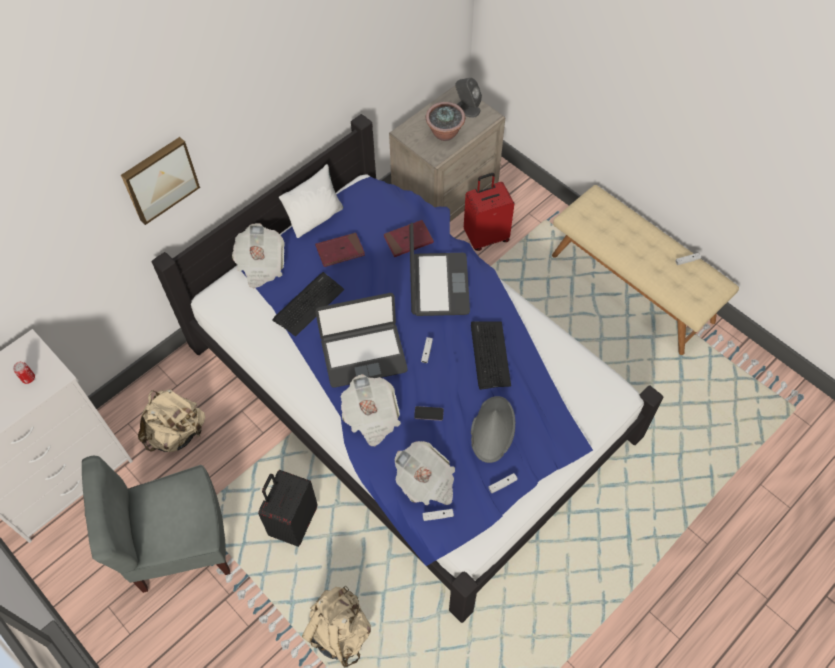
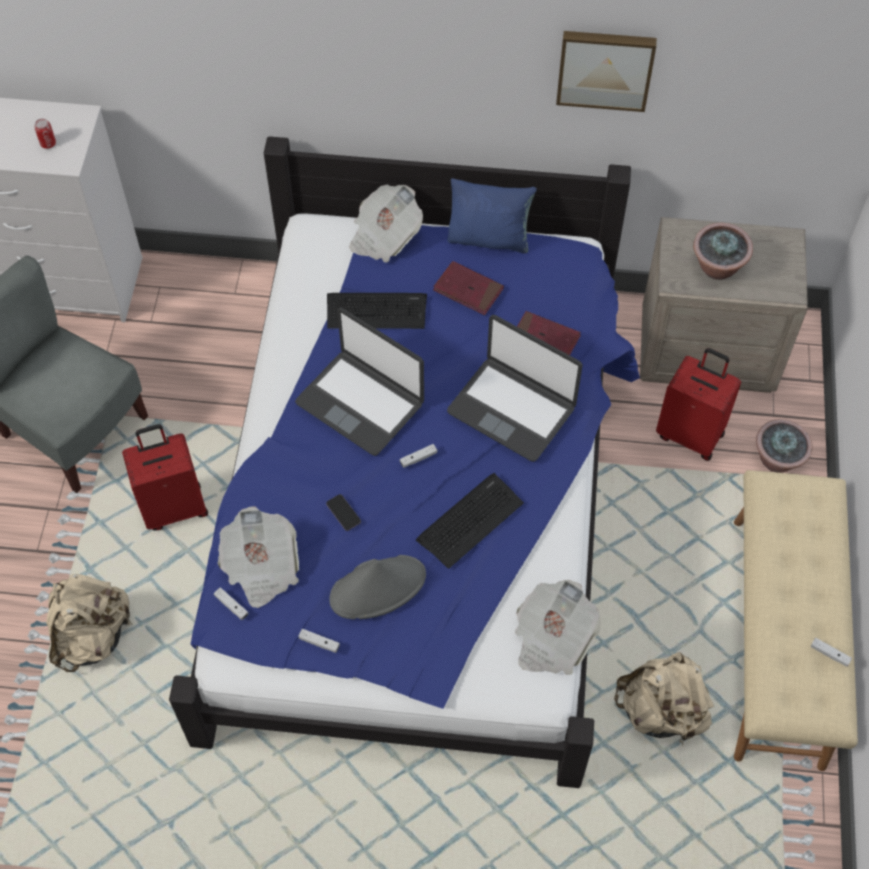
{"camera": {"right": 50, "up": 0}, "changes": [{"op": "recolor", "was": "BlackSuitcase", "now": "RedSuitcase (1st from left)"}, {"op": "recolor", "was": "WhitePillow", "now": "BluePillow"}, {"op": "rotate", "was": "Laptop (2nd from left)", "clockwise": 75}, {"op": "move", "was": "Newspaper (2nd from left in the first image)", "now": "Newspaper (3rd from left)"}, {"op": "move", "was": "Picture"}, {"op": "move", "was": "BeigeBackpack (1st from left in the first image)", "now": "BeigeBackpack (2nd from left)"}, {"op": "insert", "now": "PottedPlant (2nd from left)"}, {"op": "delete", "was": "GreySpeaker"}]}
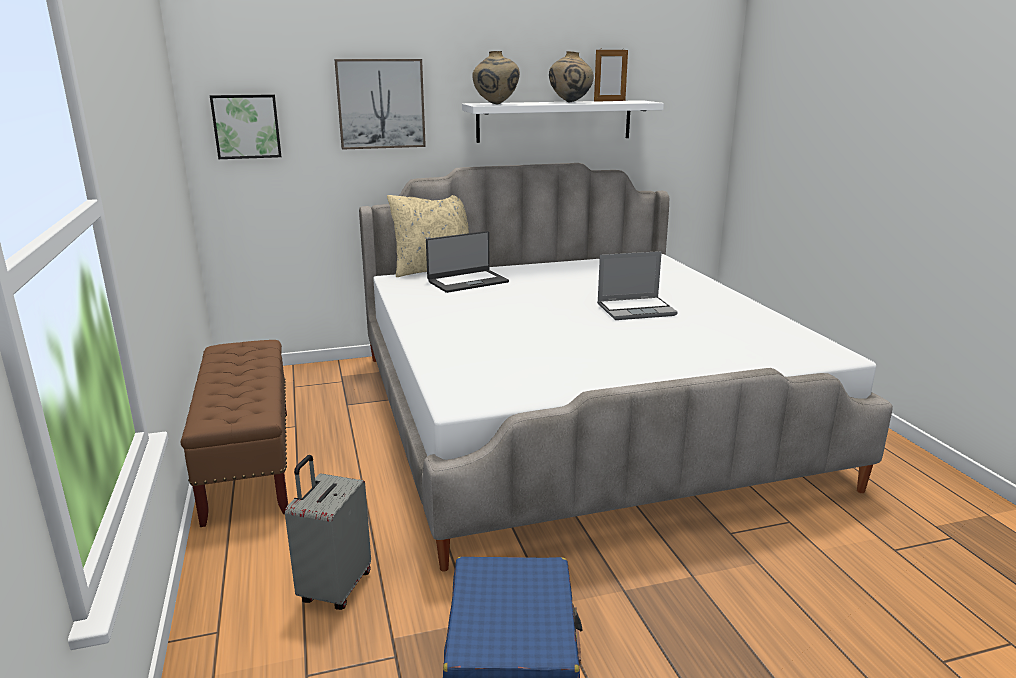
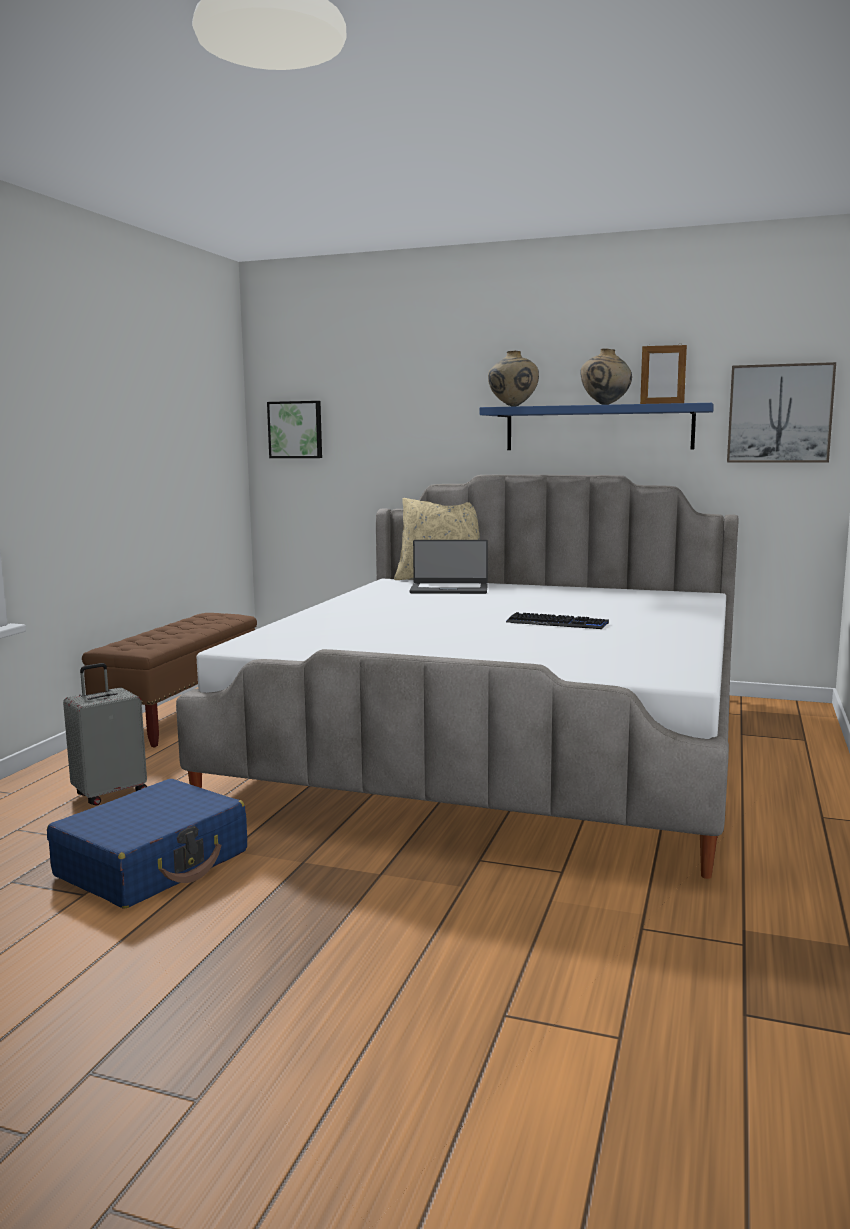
{"camera": {"right": 35, "up": -10}, "changes": [{"op": "recolor", "was": "WhiteShelf", "now": "BlueShelf"}, {"op": "replace", "was": "Laptop (2nd from left)", "now": "Keyboard"}, {"op": "move", "was": "Picture (2nd from left)"}]}
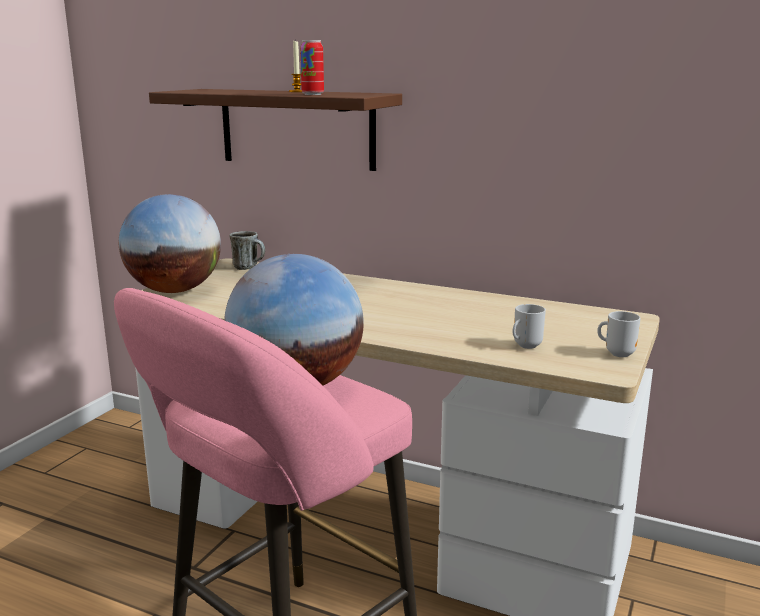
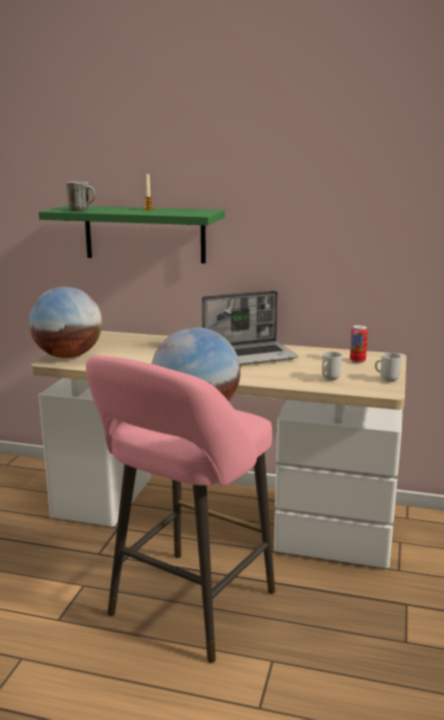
{"camera": {"right": -10, "up": 0}, "changes": [{"op": "recolor", "was": "BrownShelf", "now": "GreenShelf"}, {"op": "move", "was": "Mug (1st from left)"}, {"op": "insert", "now": "Laptop"}, {"op": "move", "was": "Can"}]}
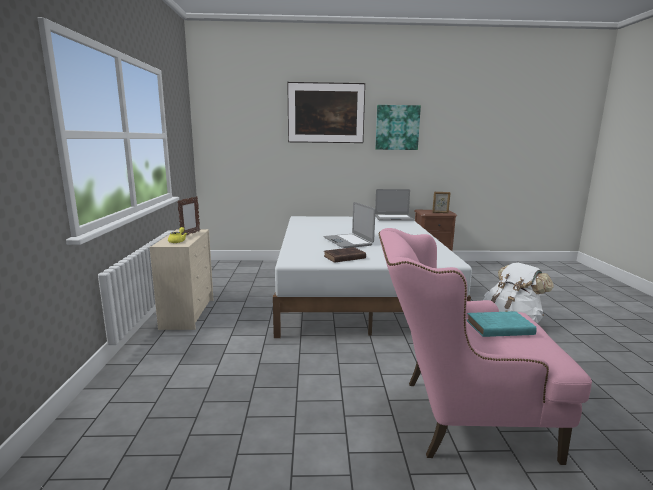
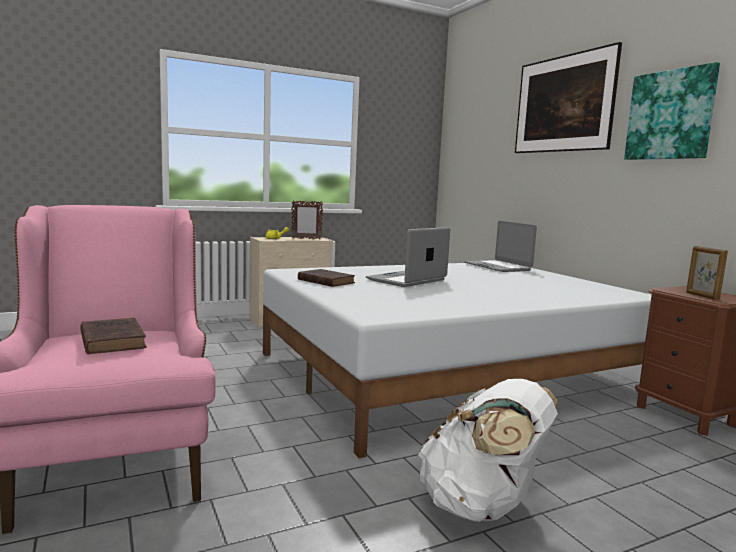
{"camera": {"right": 65, "up": -5}, "changes": [{"op": "recolor", "was": "TurquoiseBook", "now": "BrownBook (1st from left)"}, {"op": "move", "was": "Laptop (2nd from left)"}]}
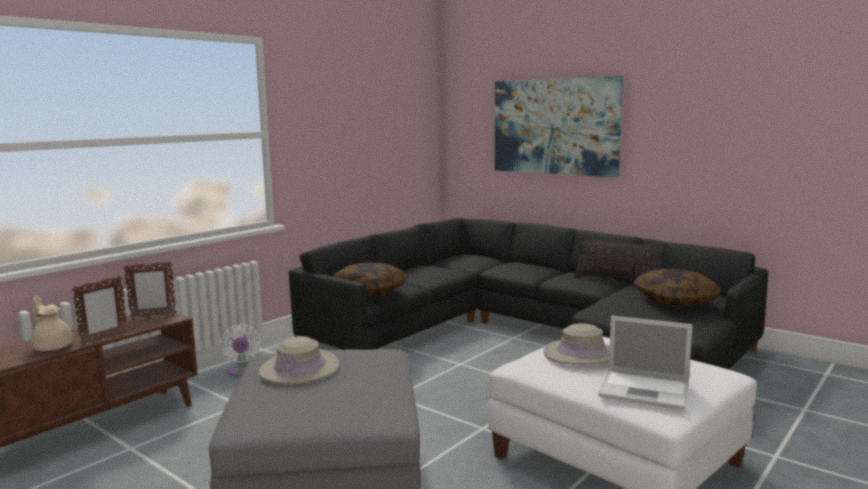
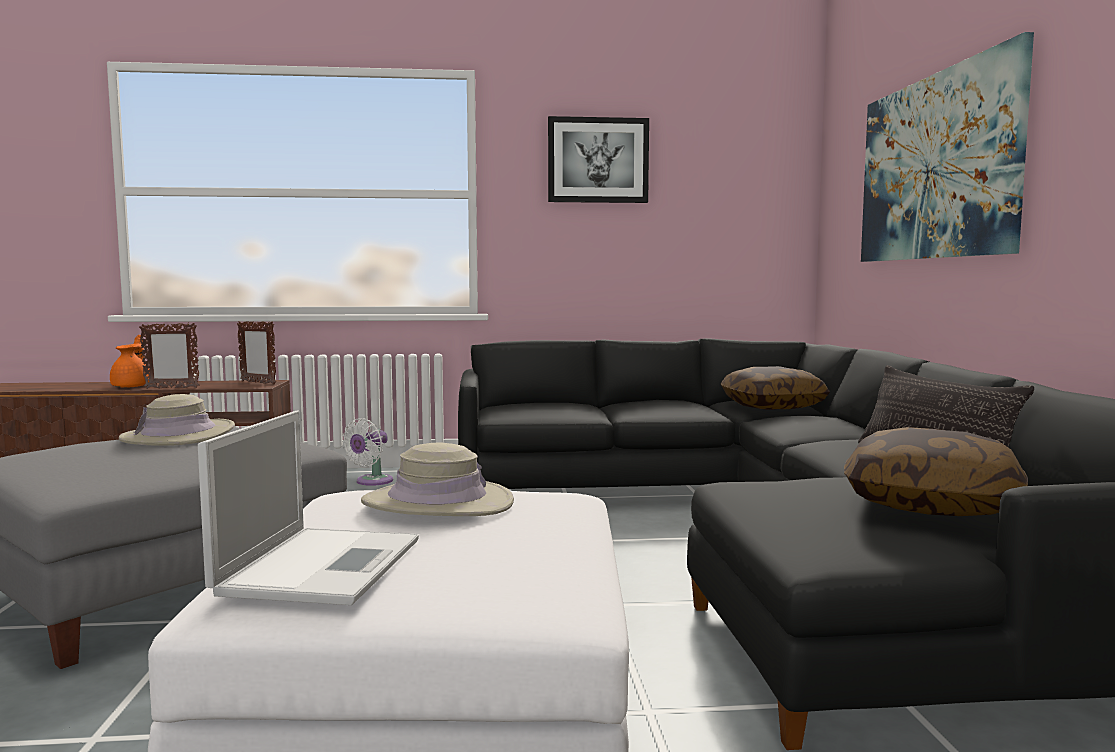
{"camera": {"right": 45, "up": -5}, "changes": [{"op": "recolor", "was": "BeigeTeapot", "now": "OrangeTeapot"}, {"op": "rotate", "was": "Laptop", "clockwise": -150}, {"op": "insert", "now": "Picture (1st from left)"}, {"op": "move", "was": "Pillow (1st from left)"}]}
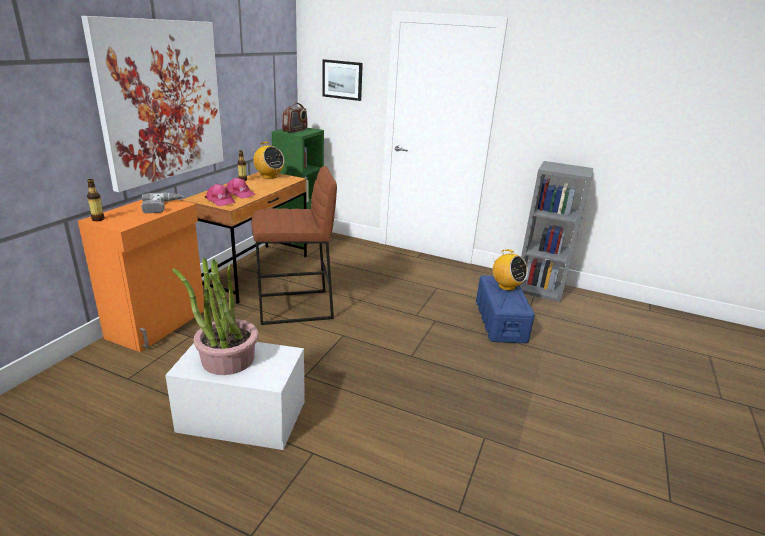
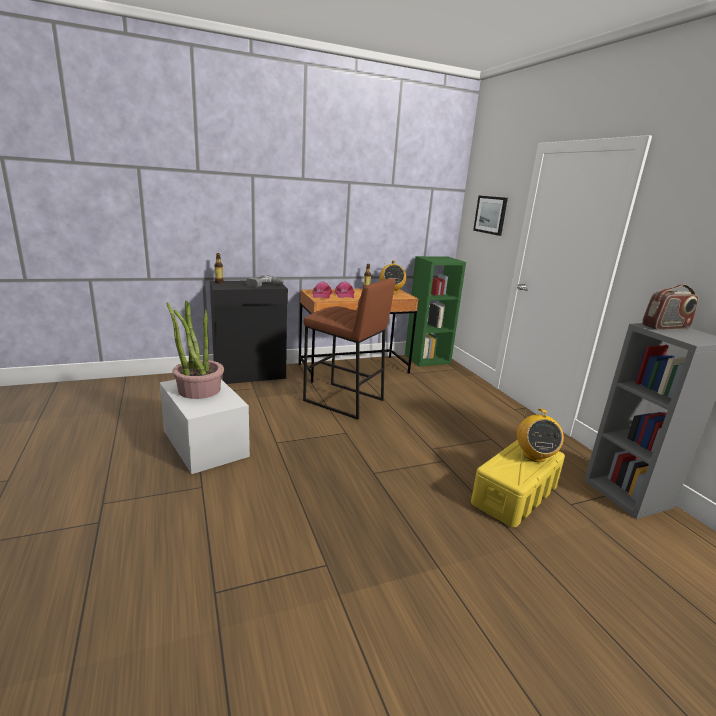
{"camera": {"right": 45, "up": -5}, "changes": [{"op": "recolor", "was": "OrangeCabinet", "now": "BlackCabinet"}, {"op": "recolor", "was": "BlueStorageBox", "now": "YellowStorageBox"}, {"op": "move", "was": "Radio (2nd from left in the first image)", "now": "Radio (3rd from left)"}, {"op": "delete", "was": "Picture (1st from left)"}]}
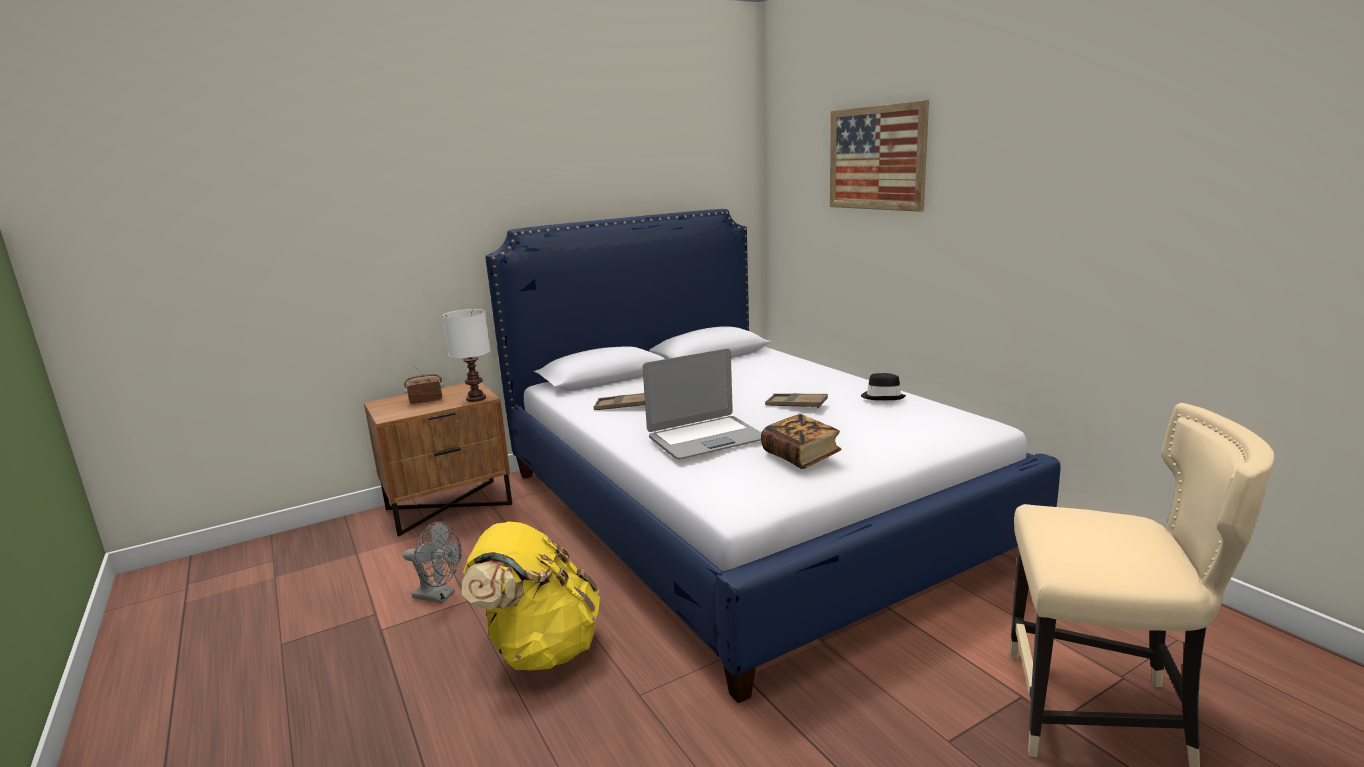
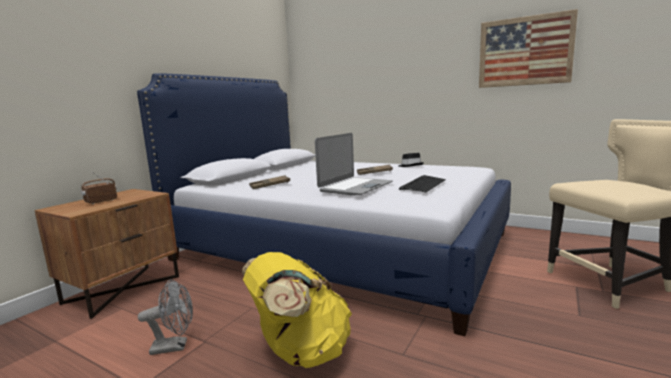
{"camera": {"right": -30, "up": -5}, "changes": [{"op": "replace", "was": "Book", "now": "Keyboard"}, {"op": "move", "was": "Picture"}, {"op": "delete", "was": "WhiteTableLamp"}]}
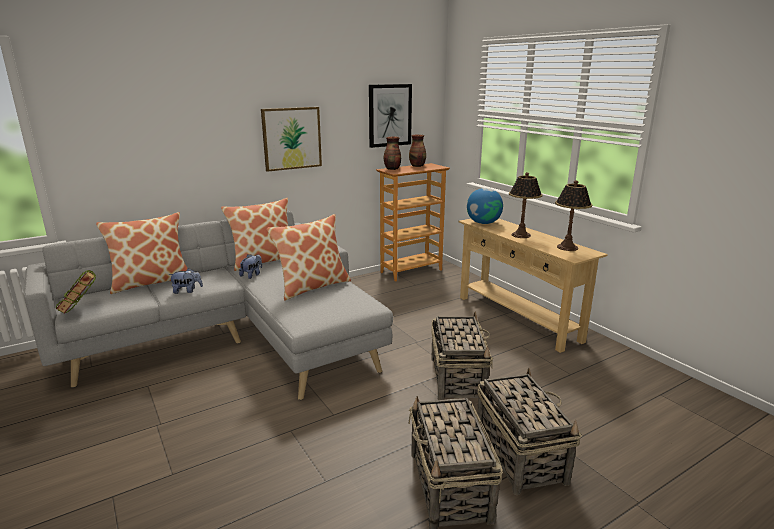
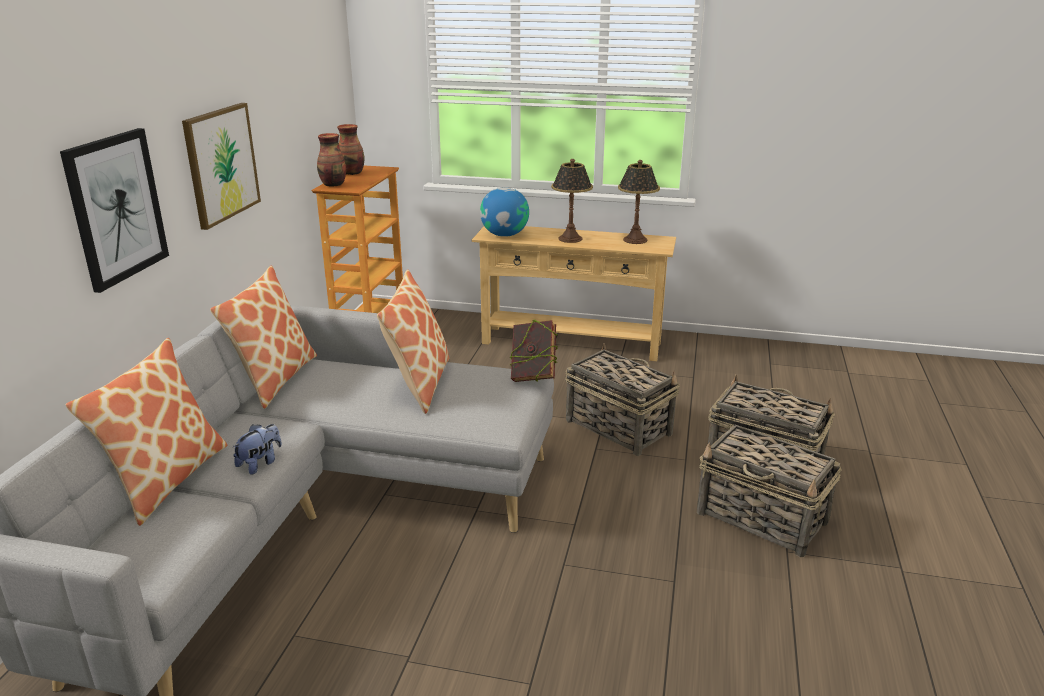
{"camera": {"right": -45, "up": 5}, "changes": [{"op": "move", "was": "Picture (2nd from left in the first image)", "now": "Picture (1st from left)"}, {"op": "move", "was": "Book"}, {"op": "delete", "was": "PlushToy (2nd from left)"}]}
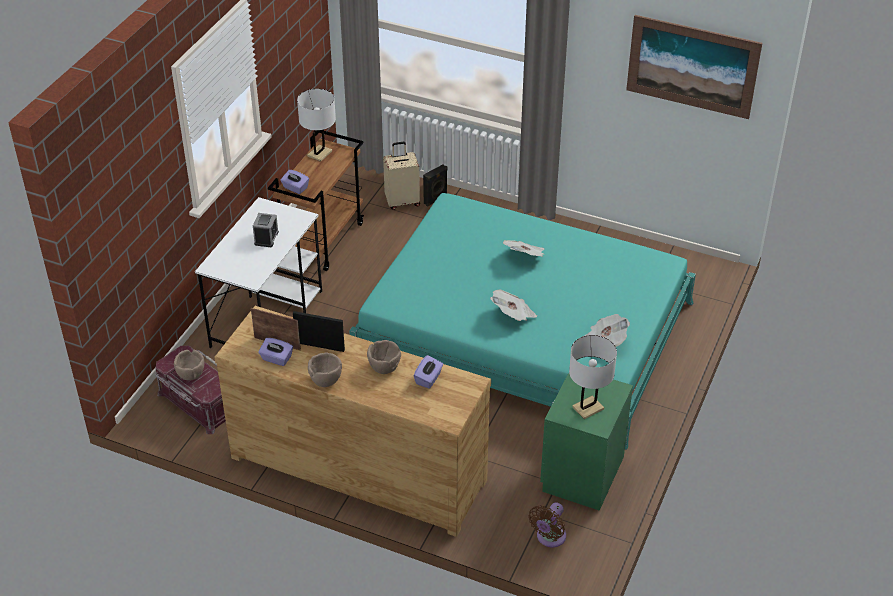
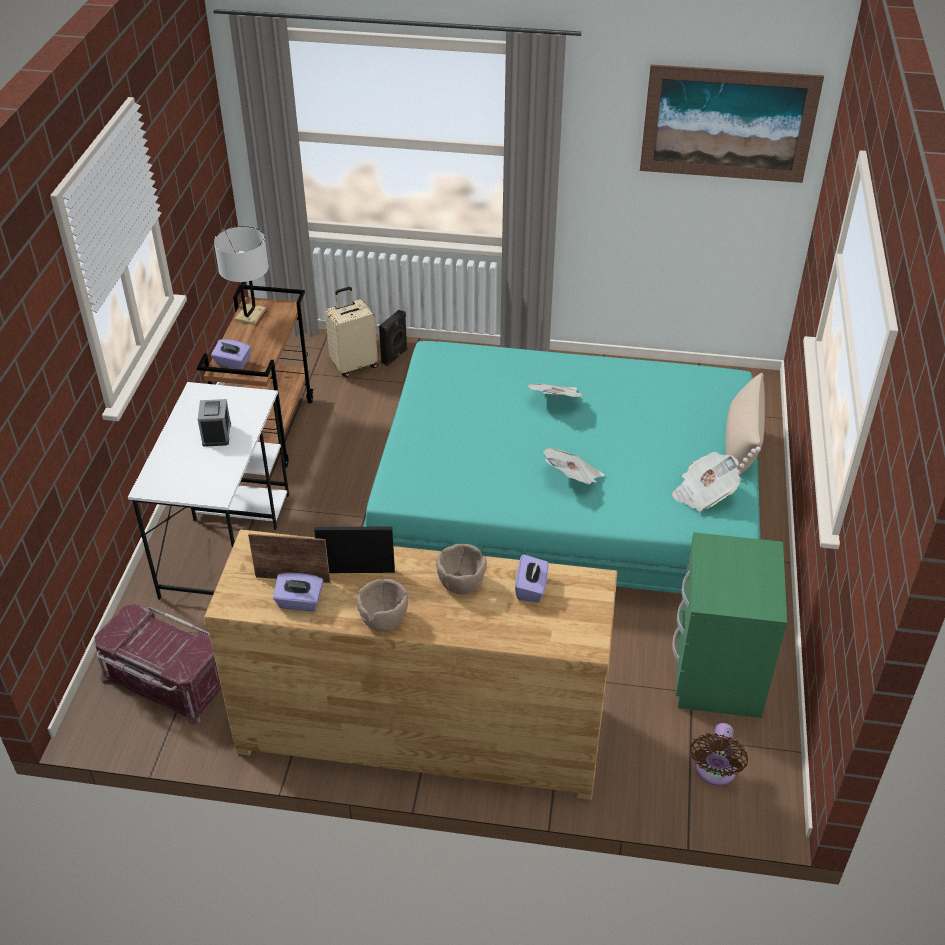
{"camera": {"right": -15, "up": 0}, "changes": [{"op": "insert", "now": "BeigePillow"}, {"op": "delete", "was": "BrownBowl (1st from left)"}, {"op": "delete", "was": "WhiteTableLamp (2nd from left)"}]}
